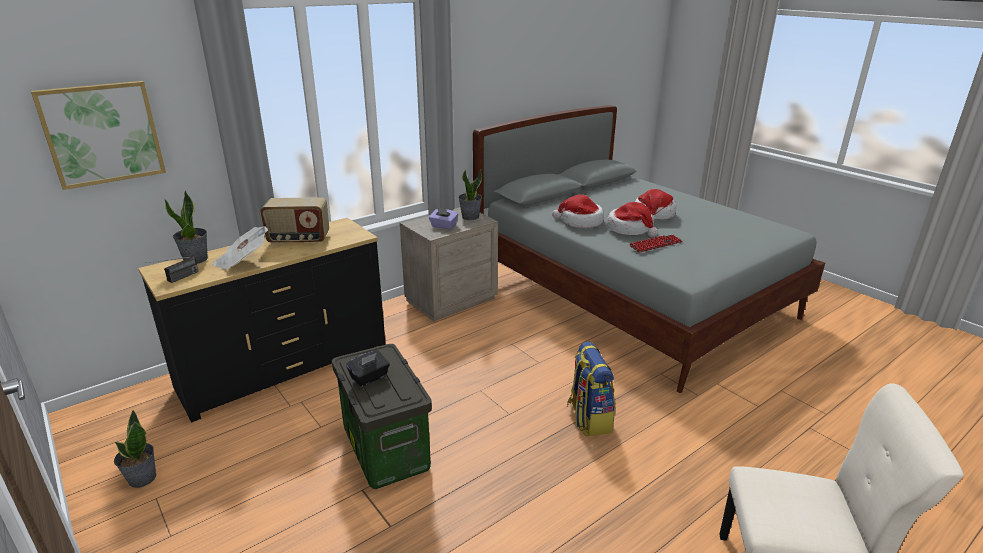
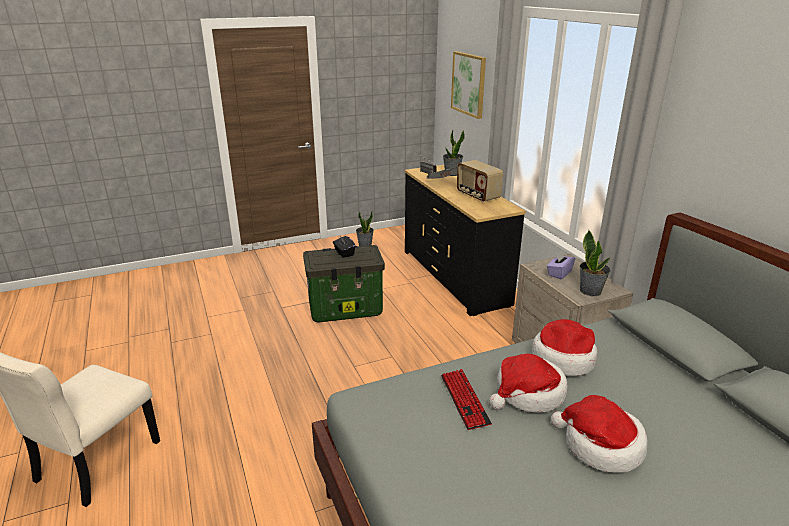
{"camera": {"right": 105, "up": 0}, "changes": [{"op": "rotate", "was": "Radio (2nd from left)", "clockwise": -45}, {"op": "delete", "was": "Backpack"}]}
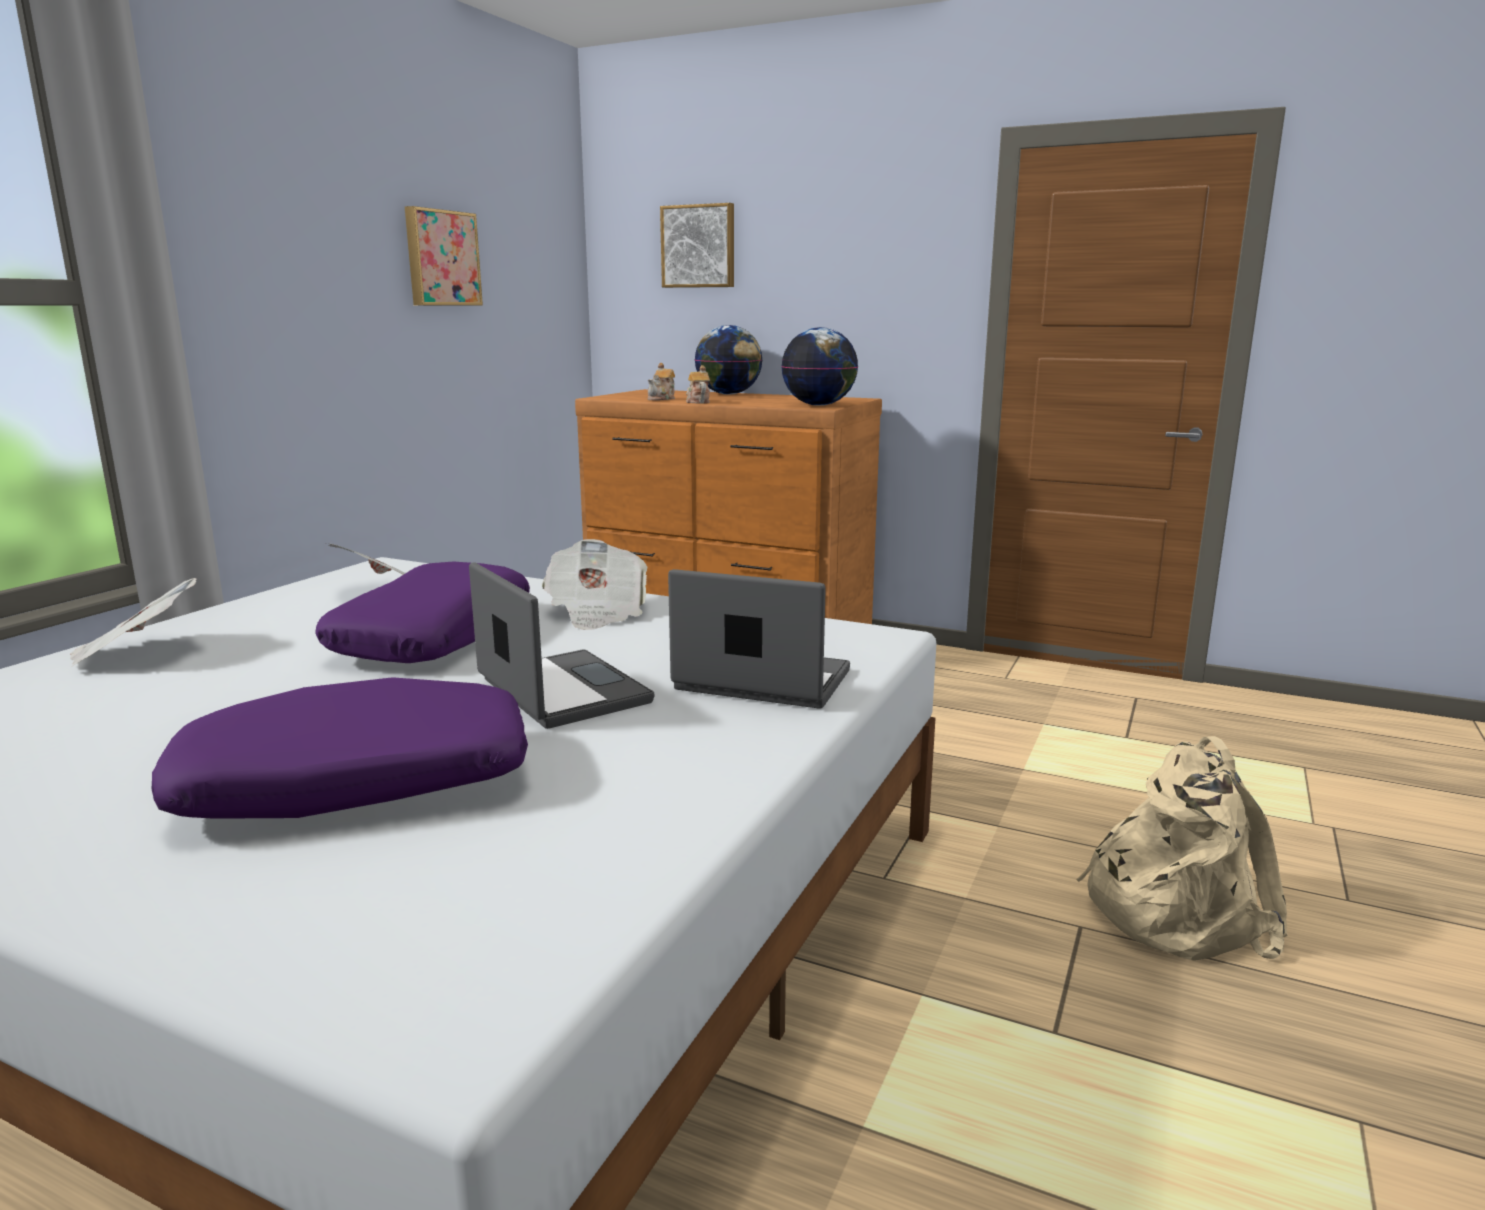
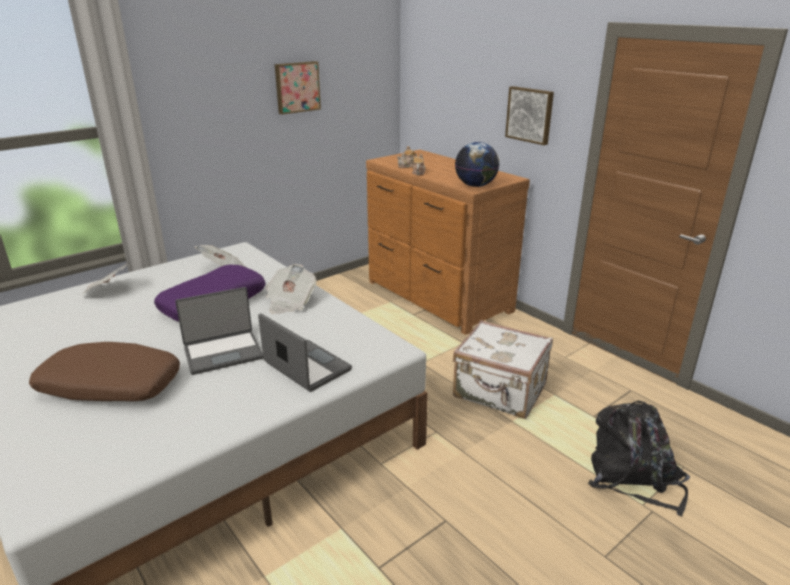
{"camera": {"right": 25, "up": 10}, "changes": [{"op": "recolor", "was": "PurplePillow (1st from left)", "now": "BrownPillow"}, {"op": "rotate", "was": "Laptop (1st from left)", "clockwise": 75}, {"op": "insert", "now": "WhiteSuitcase"}, {"op": "move", "was": "Picture (2nd from left)"}, {"op": "insert", "now": "BlackBackpack"}, {"op": "delete", "was": "Globe (1st from left)"}, {"op": "delete", "was": "BeigeBackpack"}]}
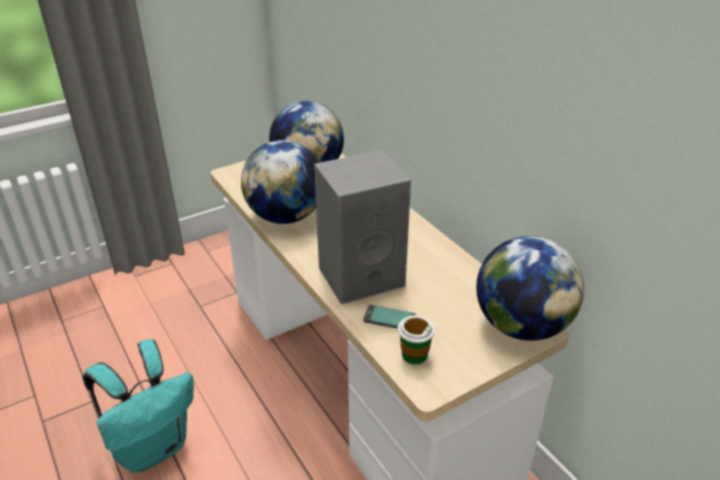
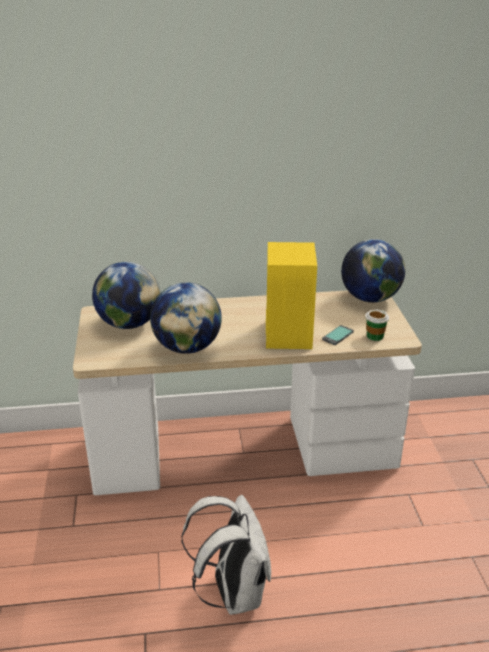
{"camera": {"right": -65, "up": -5}, "changes": [{"op": "recolor", "was": "TurquoiseBackpack", "now": "WhiteBackpack"}, {"op": "recolor", "was": "GreySpeaker", "now": "YellowSpeaker"}]}
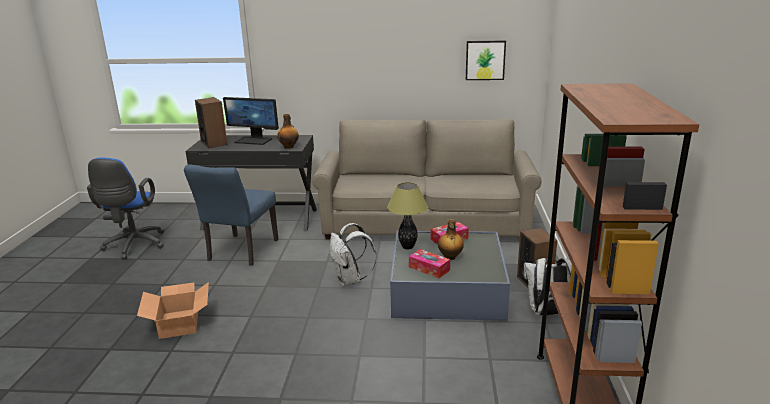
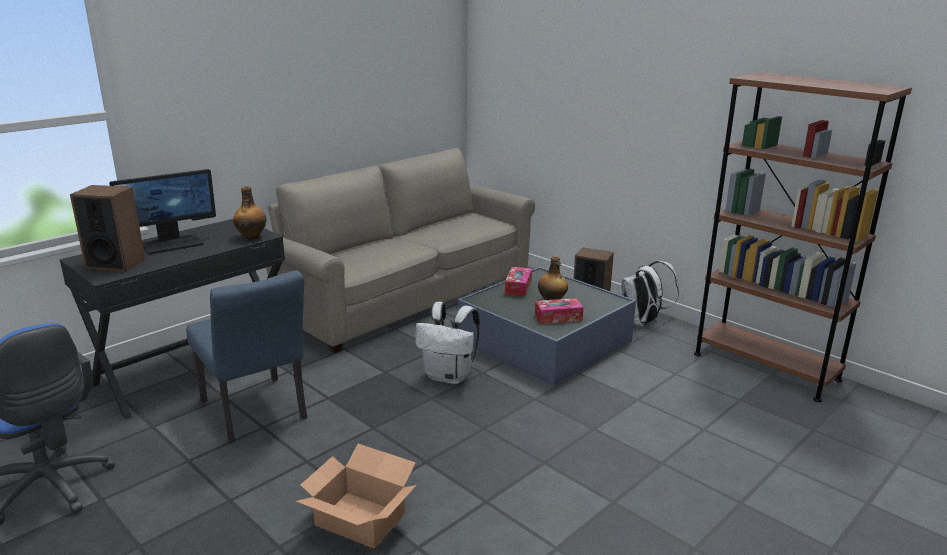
{"camera": {"right": -50, "up": 0}, "changes": [{"op": "delete", "was": "TableLamp"}, {"op": "delete", "was": "Picture"}]}
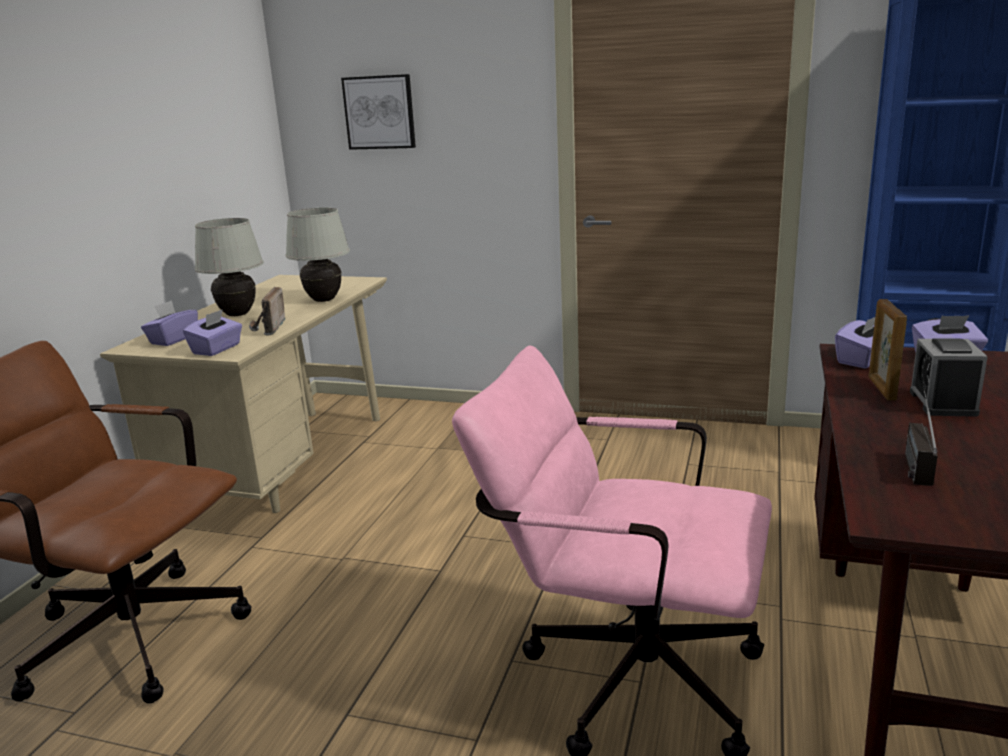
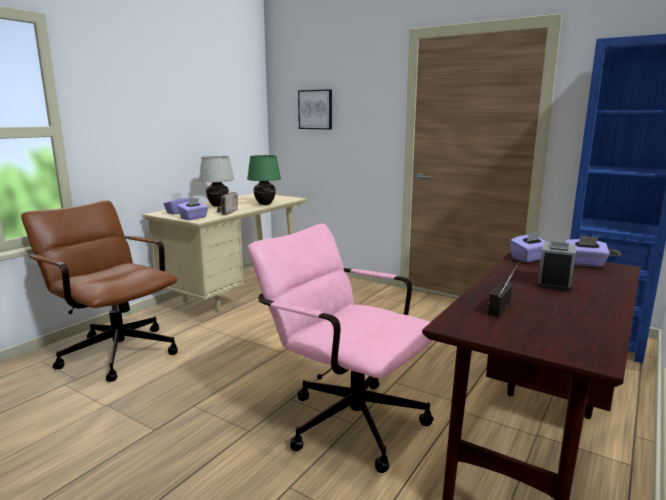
{"camera": {"right": 15, "up": -5}, "changes": [{"op": "recolor", "was": "WhiteTableLamp (2nd from left)", "now": "GreenTableLamp"}, {"op": "delete", "was": "PictureFrame"}]}
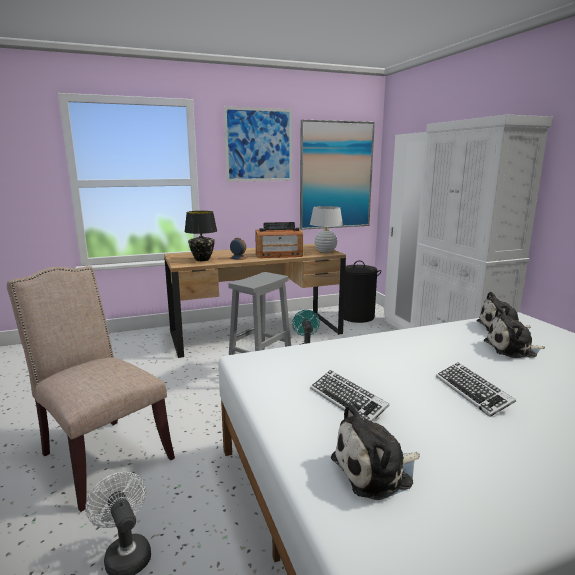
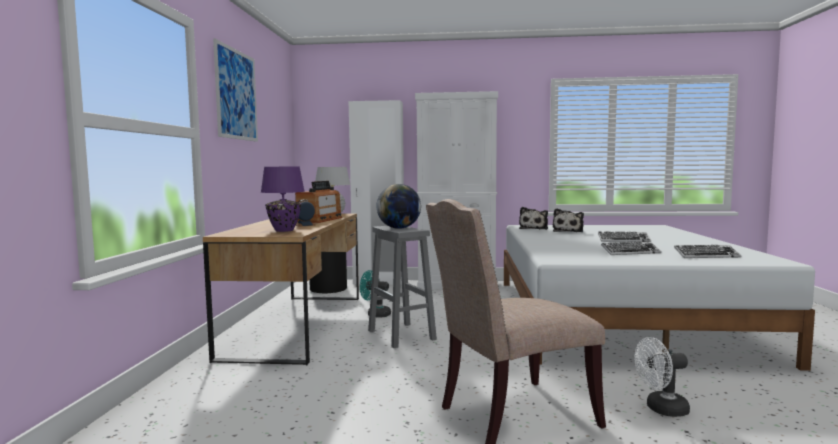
{"camera": {"right": -65, "up": -10}, "changes": [{"op": "recolor", "was": "BlackTableLamp", "now": "PurpleTableLamp"}, {"op": "insert", "now": "Globe"}, {"op": "replace", "was": "PlushToy (1st from left)", "now": "Keyboard (3rd from left)"}, {"op": "delete", "was": "Picture (2nd from left)"}]}
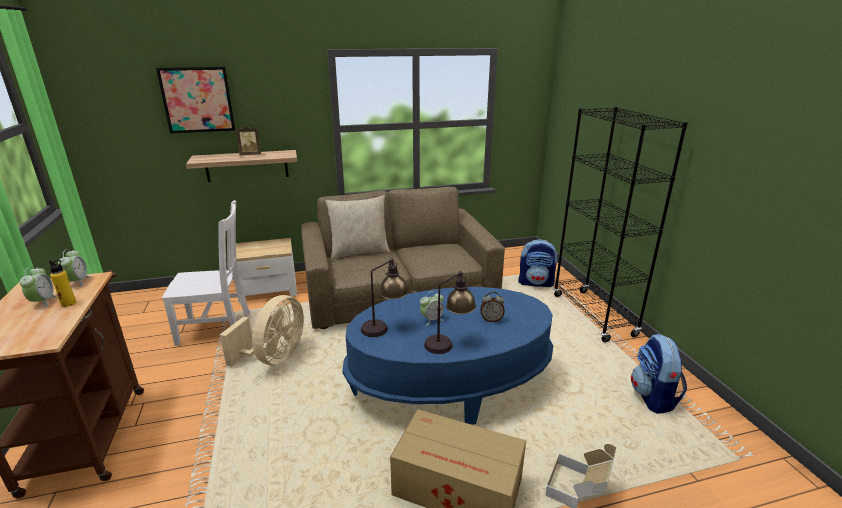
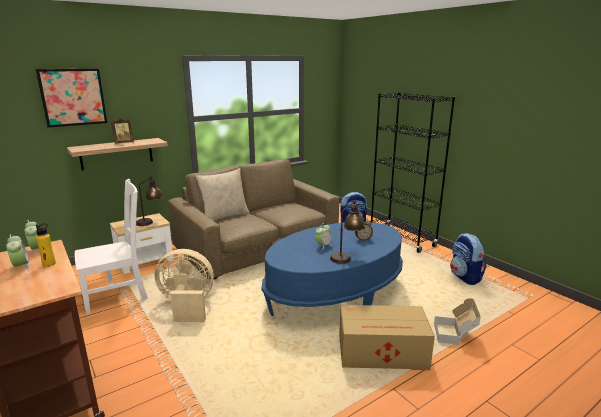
{"camera": {"right": -20, "up": -5}, "changes": [{"op": "move", "was": "TableLamp (1st from left)"}, {"op": "rotate", "was": "BeigeFan", "clockwise": -90}]}
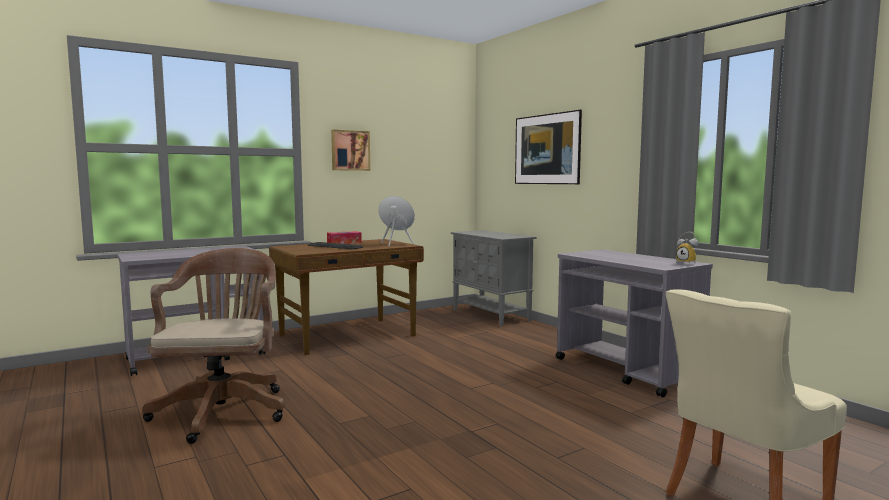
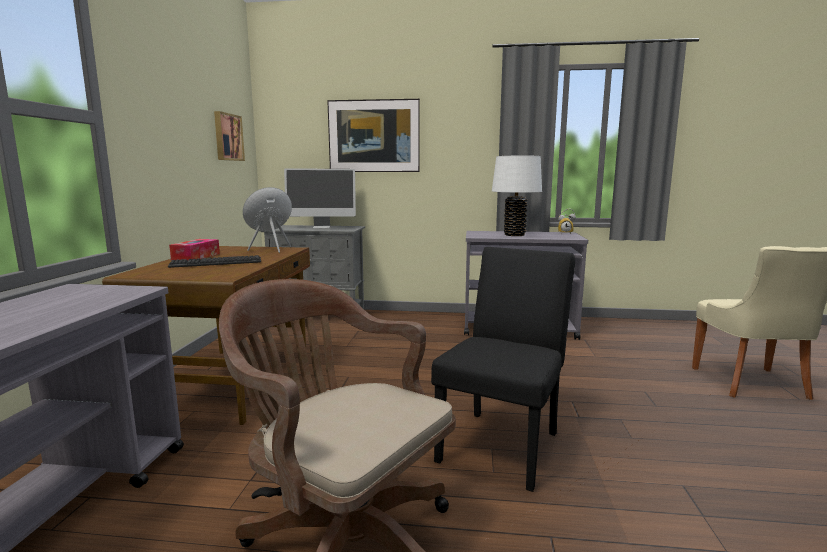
{"camera": {"right": -50, "up": 5}, "changes": [{"op": "move", "was": "Picture (1st from left)"}, {"op": "insert", "now": "Monitor"}, {"op": "insert", "now": "BlackChair"}, {"op": "insert", "now": "WhiteTableLamp"}]}
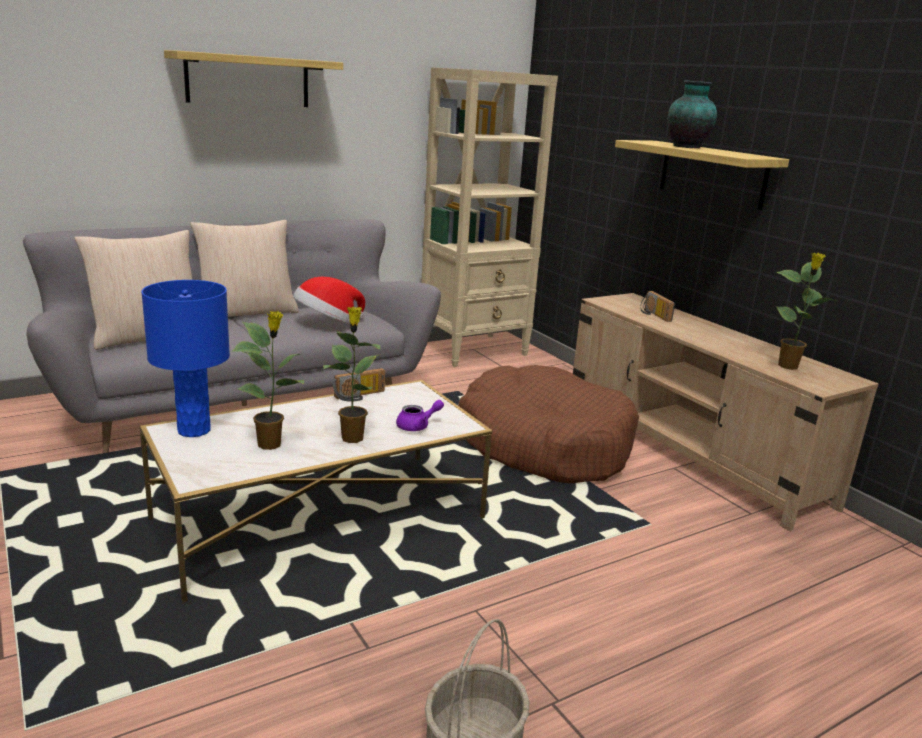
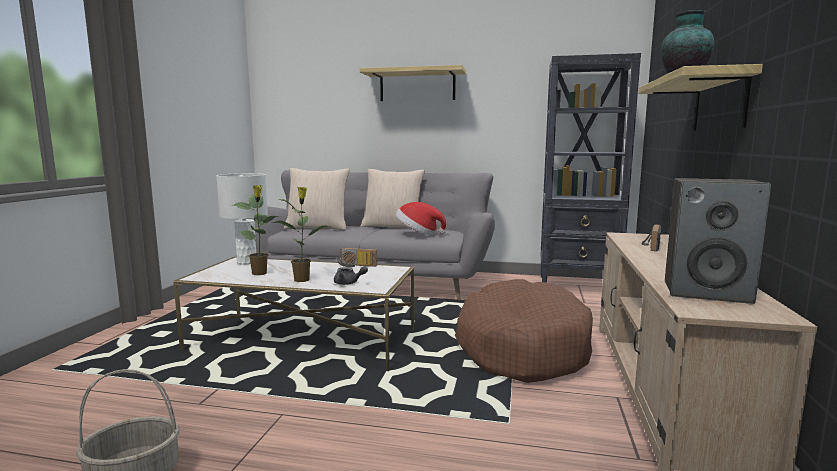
{"camera": {"right": 45, "up": -10}, "changes": [{"op": "recolor", "was": "BlueTableLamp", "now": "WhiteTableLamp"}, {"op": "recolor", "was": "PurpleTeapot", "now": "GreyTeapot"}, {"op": "recolor", "was": "BeigeBookcase", "now": "BlackBookcase"}, {"op": "replace", "was": "PottedPlant (3rd from left)", "now": "Speaker"}]}
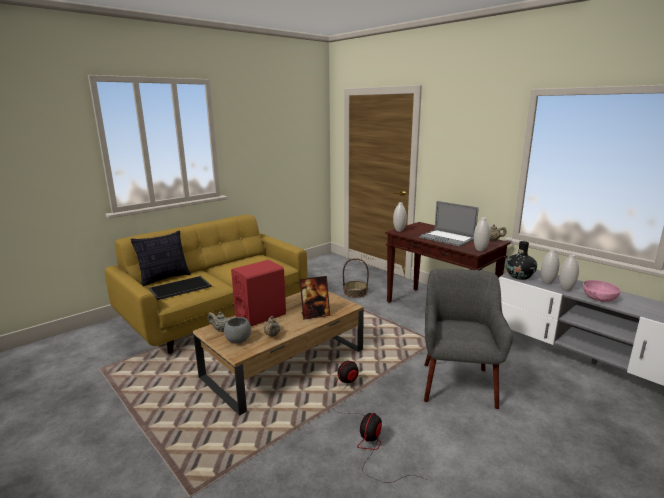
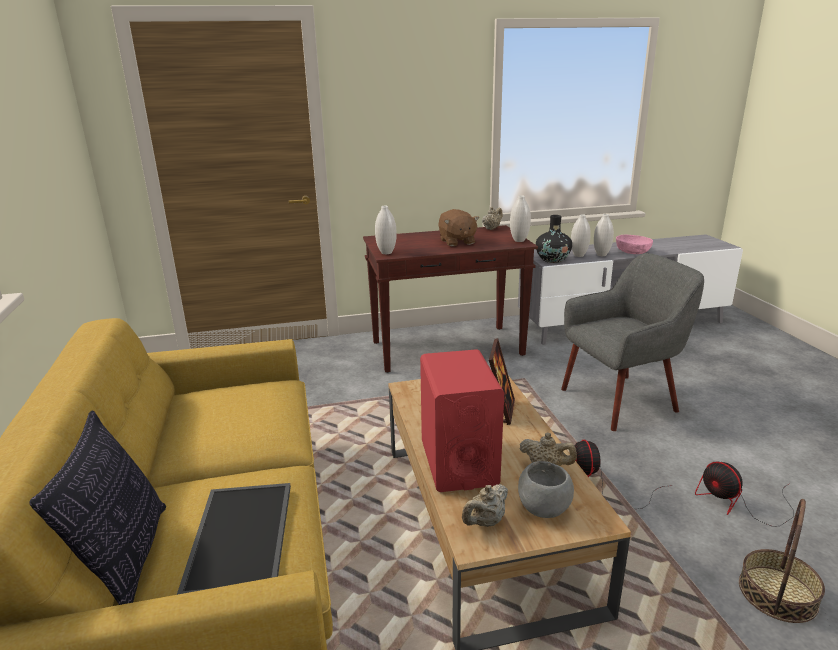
{"camera": {"right": -60, "up": 5}, "changes": [{"op": "replace", "was": "Laptop", "now": "BrownPlushToy"}, {"op": "rotate", "was": "GreyArmchair", "clockwise": 120}, {"op": "move", "was": "Basket"}]}
